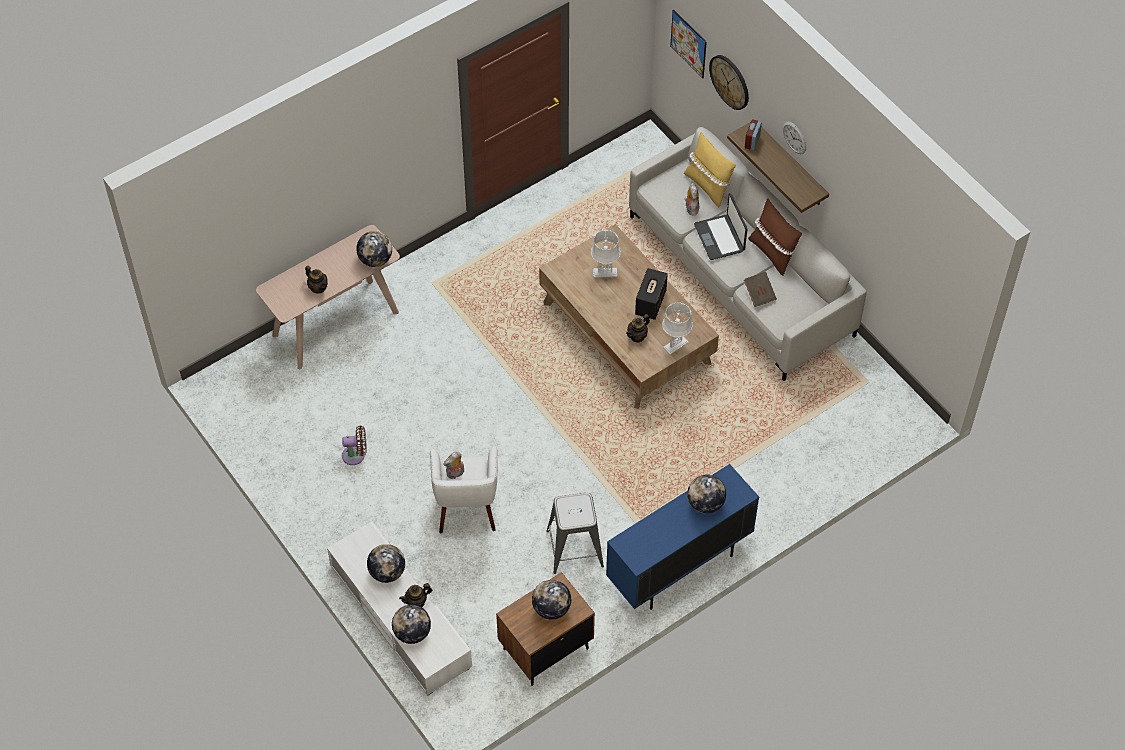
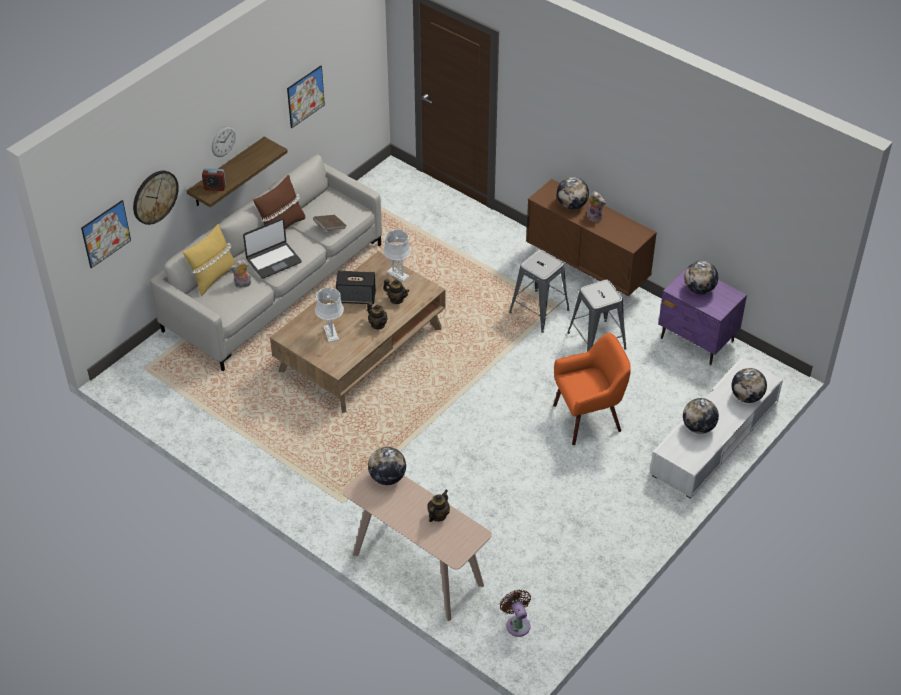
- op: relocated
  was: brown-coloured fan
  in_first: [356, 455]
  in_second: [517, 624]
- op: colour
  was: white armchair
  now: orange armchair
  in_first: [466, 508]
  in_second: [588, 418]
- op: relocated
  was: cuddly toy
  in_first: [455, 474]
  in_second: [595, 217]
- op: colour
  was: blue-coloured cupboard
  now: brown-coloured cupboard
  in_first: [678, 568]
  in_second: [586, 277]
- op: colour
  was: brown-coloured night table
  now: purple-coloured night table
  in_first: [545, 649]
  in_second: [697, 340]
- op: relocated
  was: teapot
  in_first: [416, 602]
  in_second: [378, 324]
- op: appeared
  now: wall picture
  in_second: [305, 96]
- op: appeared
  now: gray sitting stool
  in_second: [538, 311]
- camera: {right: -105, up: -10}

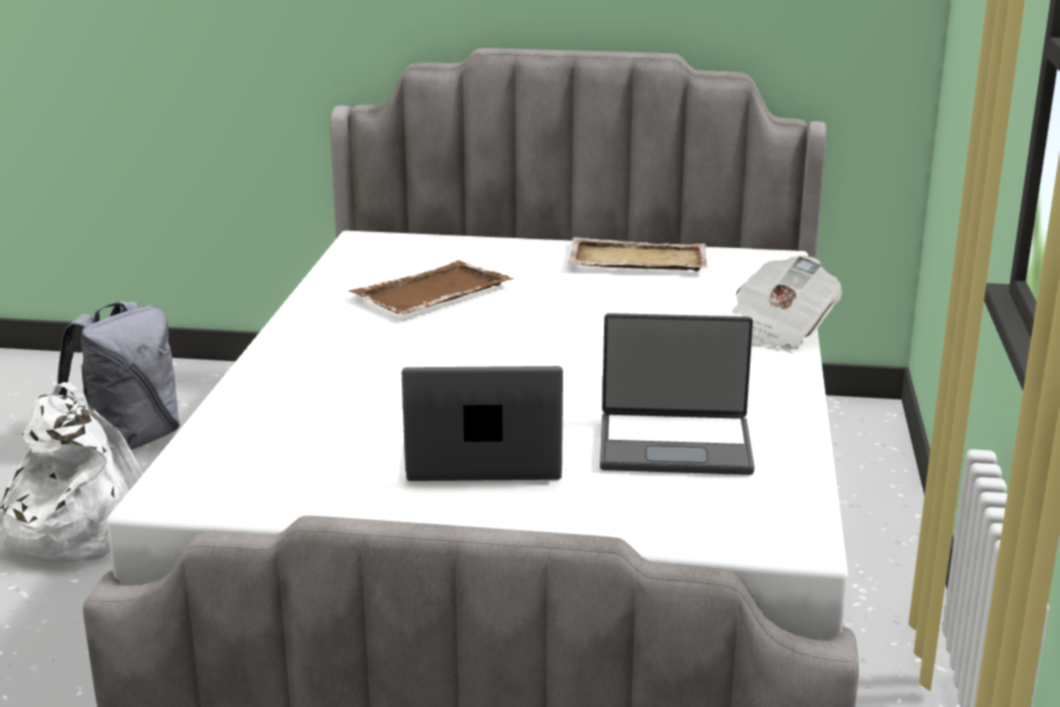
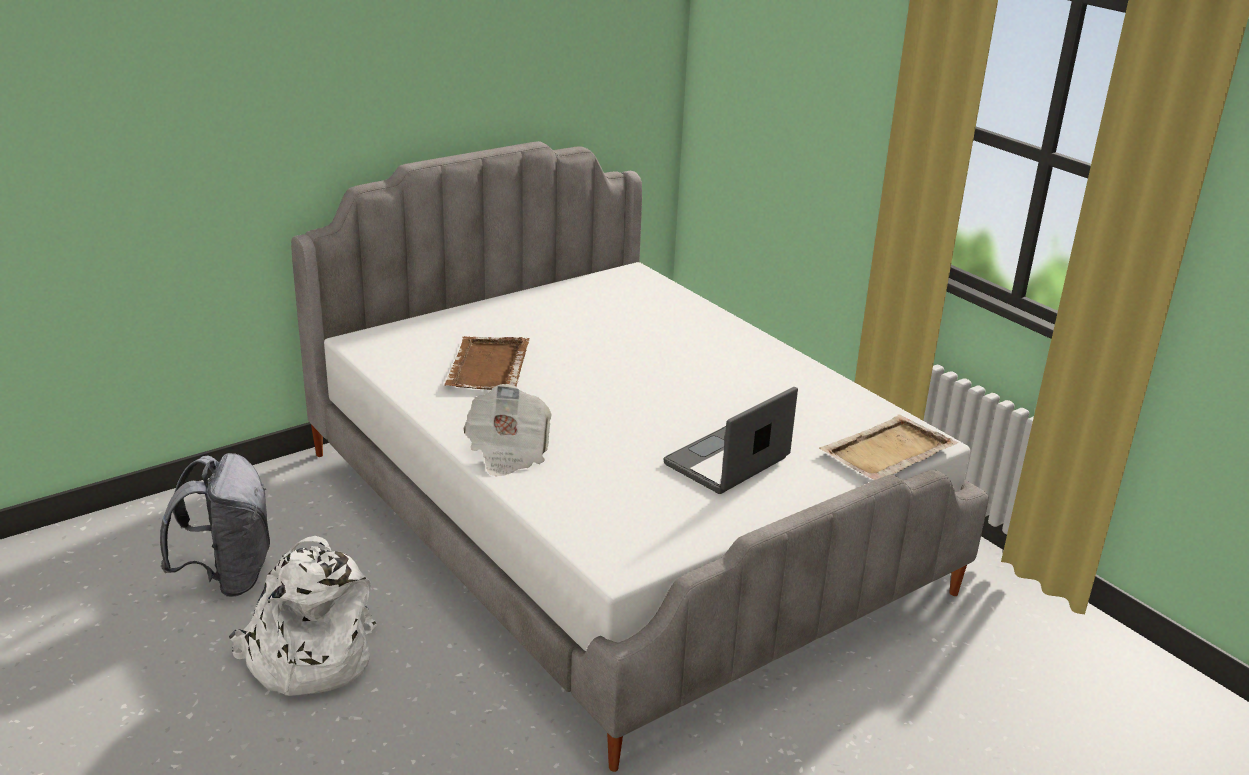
- op: relocated
  was: beige-coloured carrying tray
  in_first: [636, 260]
  in_second: [886, 452]
- op: relocated
  was: printed paper
  in_first: [779, 331]
  in_second: [507, 452]
- op: missing
  was: portable computer
  in_first: [675, 445]
- camera: {right: -45, up: 5}

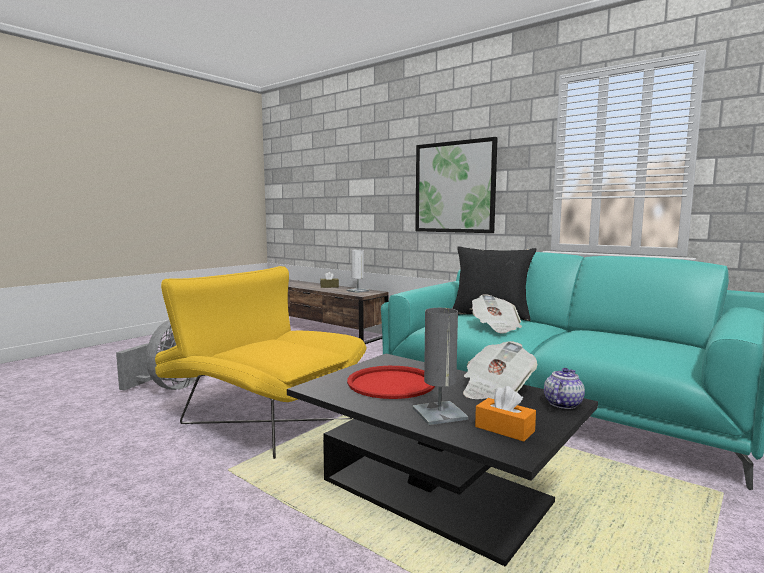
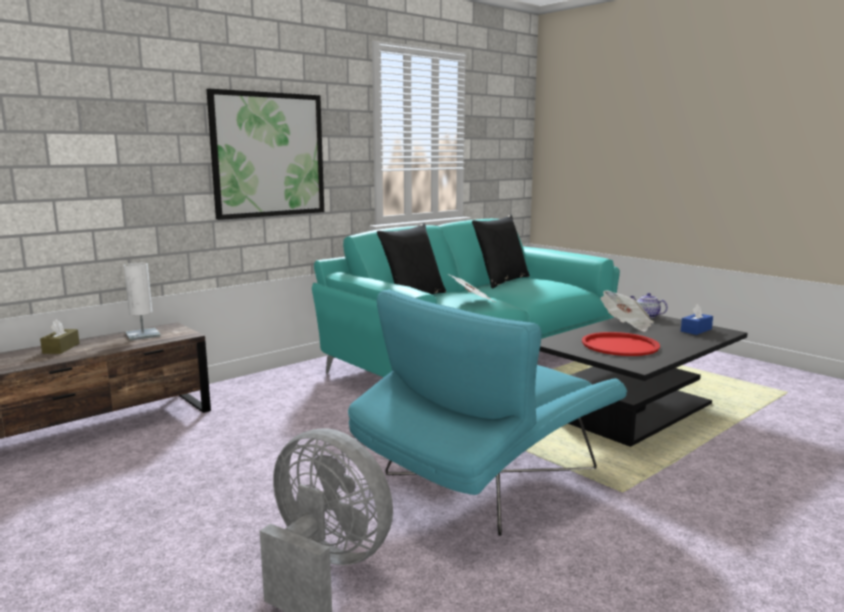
- op: colour
  was: yellowish armchair
  now: turquoise armchair
  in_first: [260, 417]
  in_second: [483, 480]
- op: missing
  was: gray lamp for a table
  in_first: [439, 414]
- op: colour
  was: orange box of tissues
  now: blue-coloured box of tissues
  in_first: [504, 429]
  in_second: [696, 330]
- op: appeared
  now: blackish pillow
  in_second: [501, 281]
- camera: {right: -80, up: 5}

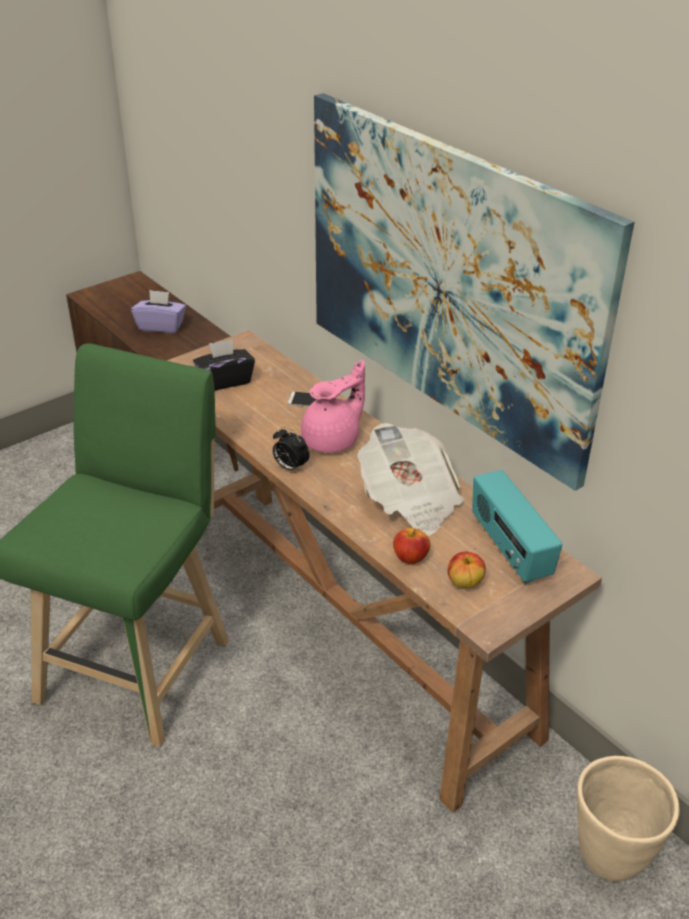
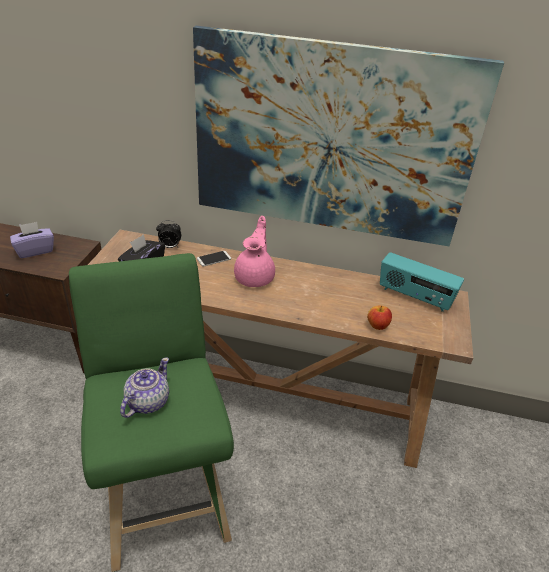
- op: missing
  was: printed paper
  in_first: [409, 501]
- op: relocated
  was: bedside clock
  in_first: [290, 467]
  in_second: [169, 247]
- op: missing
  was: apple
  in_first: [465, 582]
- op: missing
  was: beige-coloured flower pot
  in_first: [610, 855]
- op: appeared
  now: teapot
  in_second: [147, 402]
- camera: {right: -40, up: 0}

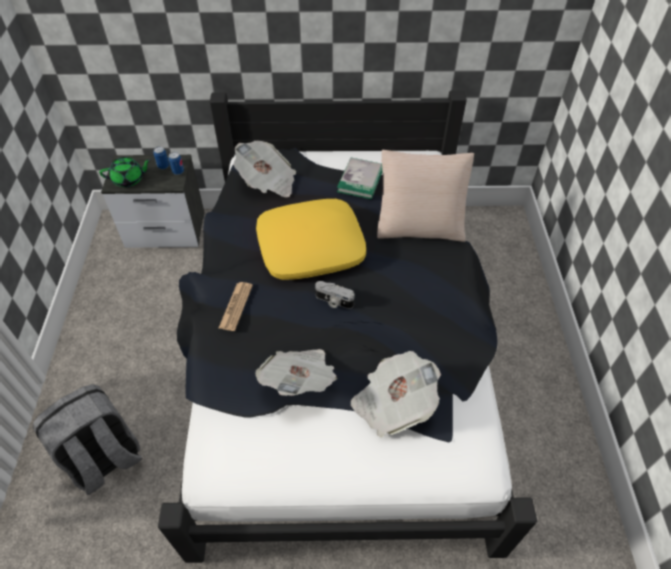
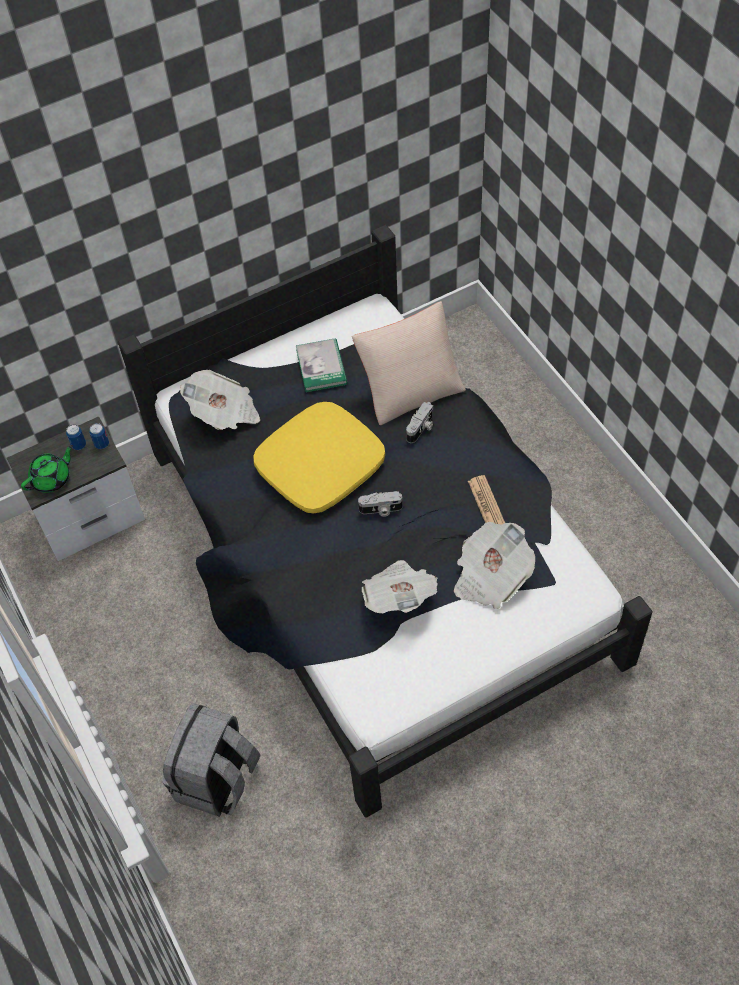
- op: relocated
  was: printed paper
  in_first: [236, 306]
  in_second: [486, 502]
- op: appeared
  now: photo camera
  in_second: [421, 428]
- camera: {right: -25, up: 5}

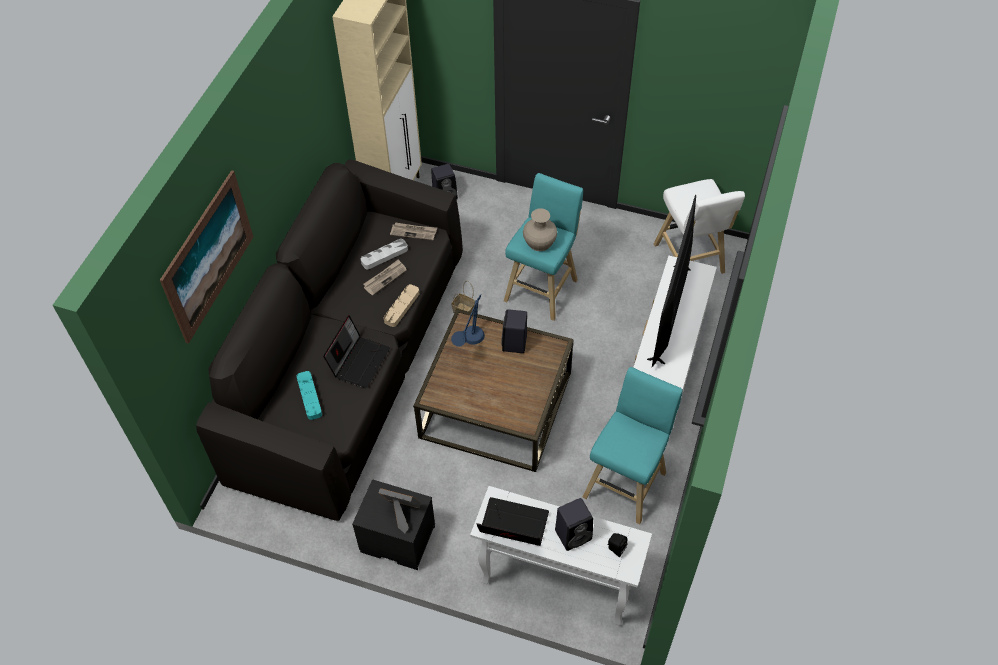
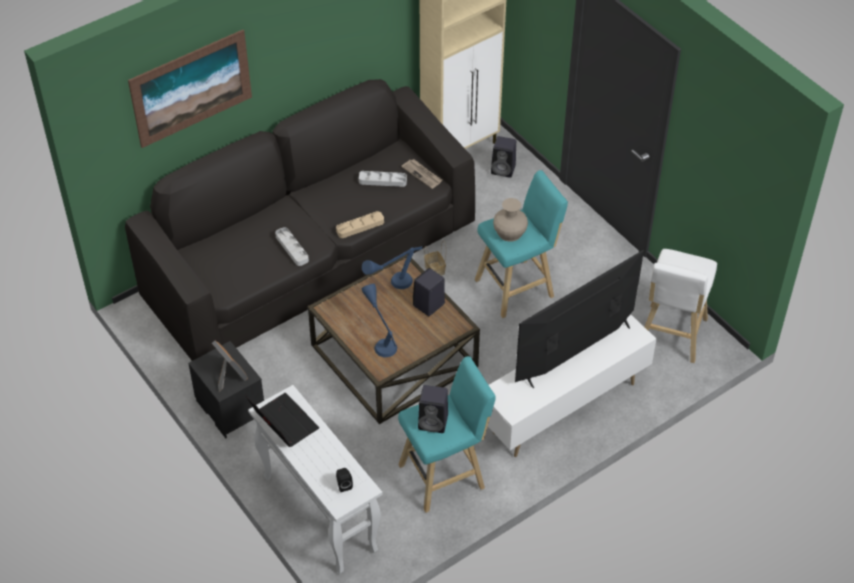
- op: missing
  was: printed paper
  in_first: [385, 278]
- op: exchanged
  was: portable computer
  now: gray carrying tray
  in_first: [359, 361]
  in_second: [292, 248]
- op: missing
  was: turquoise carrying tray
  in_first: [309, 397]
- op: relocated
  was: blackish loudspeaker
  in_first: [574, 534]
  in_second: [434, 422]
- op: appeared
  now: blue-coloured lamp for a table
  in_second: [381, 339]
- camera: {right: 35, up: -5}

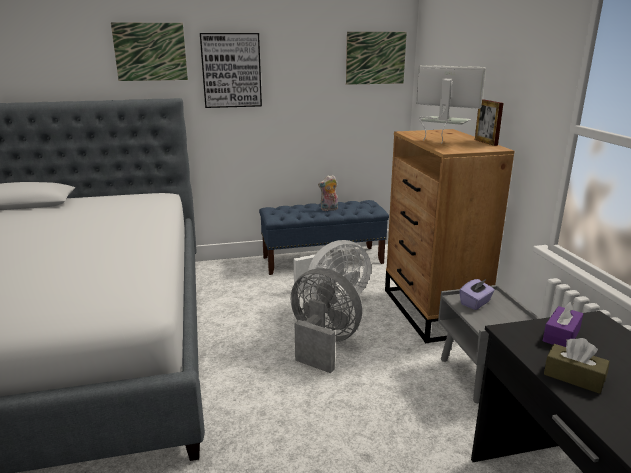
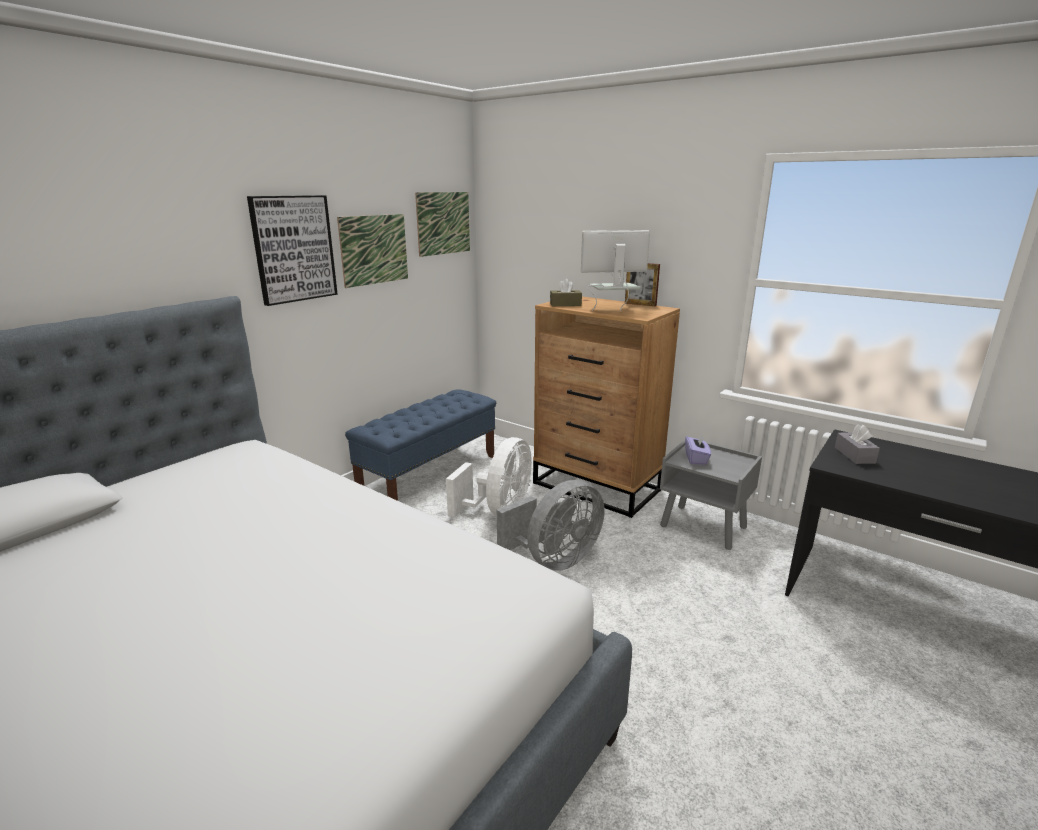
- op: relocated
  was: wall picture
  in_first: [150, 52]
  in_second: [374, 249]
- op: missing
  was: cuddly toy
  in_first: [329, 209]
- op: spun
  was: gray fan
  in_first: [322, 344]
  in_second: [555, 560]
  clockwise: 150
- op: colour
  was: purple-coloured box of tissues
  now: gray box of tissues
  in_first: [561, 335]
  in_second: [854, 455]
- op: relocated
  was: brown-coloured box of tissues
  in_first: [574, 377]
  in_second: [565, 304]
- camera: {right: -40, up: 0}

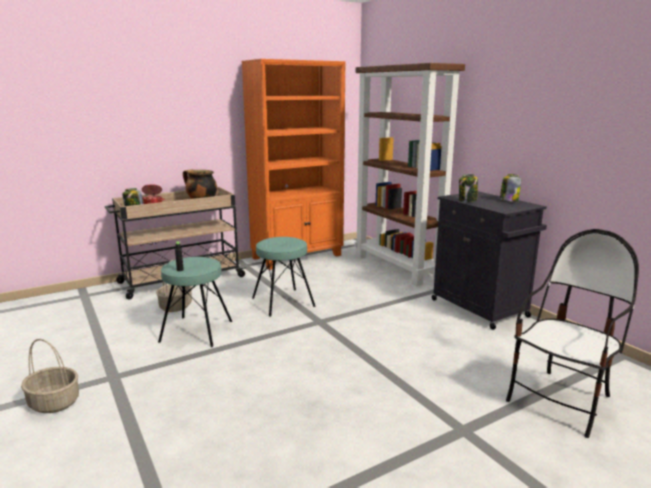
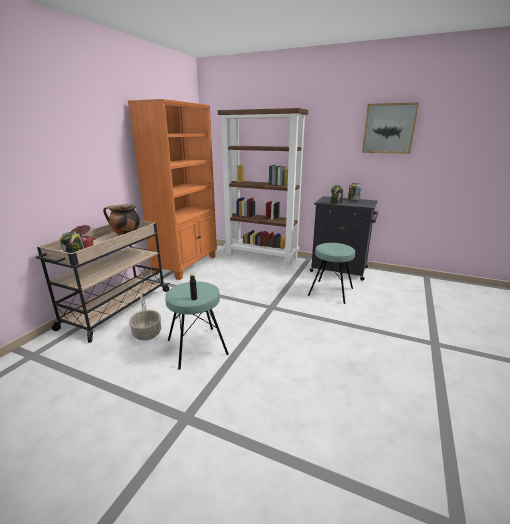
- op: missing
  was: chair
  in_first: [561, 401]
- op: relocated
  was: turquoise sitting stool
  in_first: [283, 302]
  in_second: [331, 292]
- op: missing
  was: basket
  in_first: [53, 403]
- op: appeared
  now: wall picture
  in_second: [389, 128]
- camera: {right: -35, up: 5}

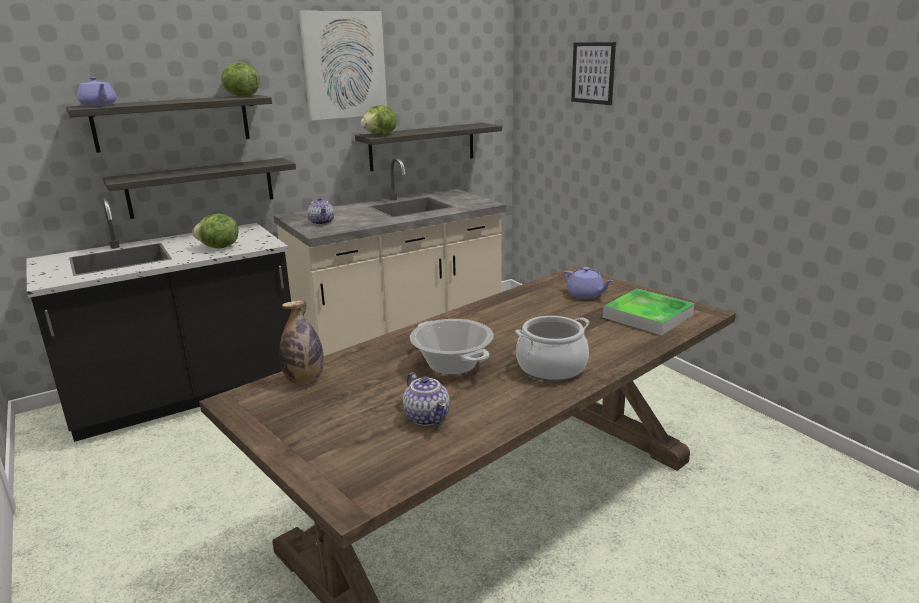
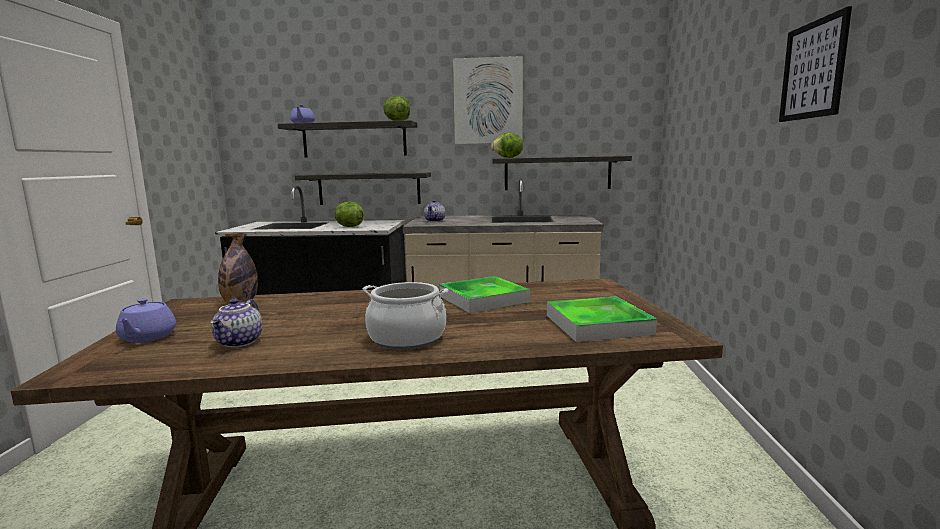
- op: relocated
  was: wall picture
  in_first: [593, 73]
  in_second: [813, 70]
- op: relocated
  was: purple-coloured teapot
  in_first: [586, 295]
  in_second: [147, 337]
- op: missing
  was: cooking pot
  in_first: [452, 364]
- op: appeared
  now: carrying tray
  in_second: [483, 299]
- camera: {right: 35, up: -10}

